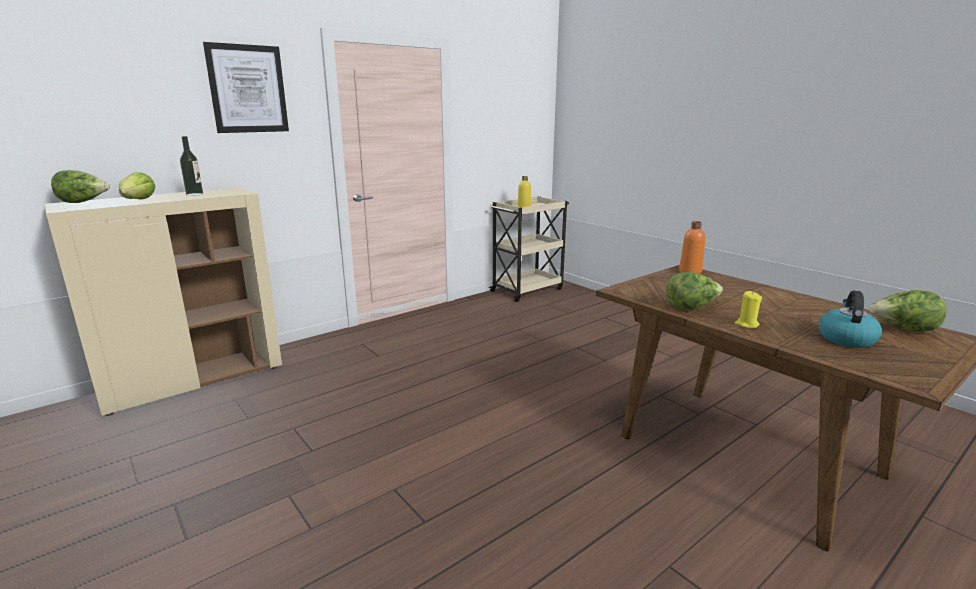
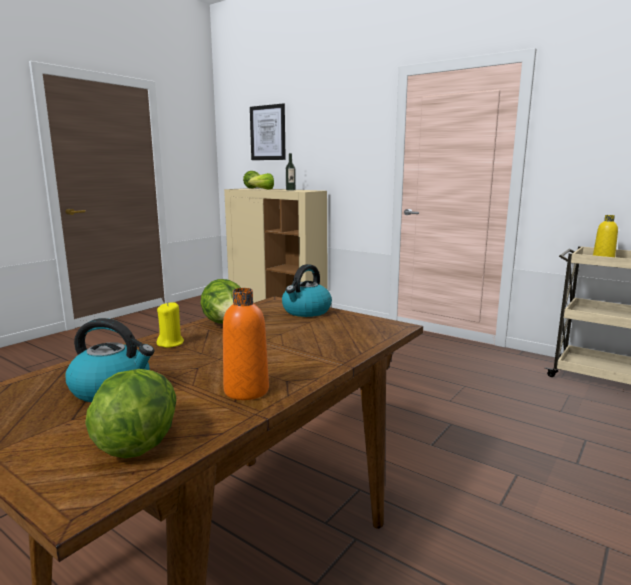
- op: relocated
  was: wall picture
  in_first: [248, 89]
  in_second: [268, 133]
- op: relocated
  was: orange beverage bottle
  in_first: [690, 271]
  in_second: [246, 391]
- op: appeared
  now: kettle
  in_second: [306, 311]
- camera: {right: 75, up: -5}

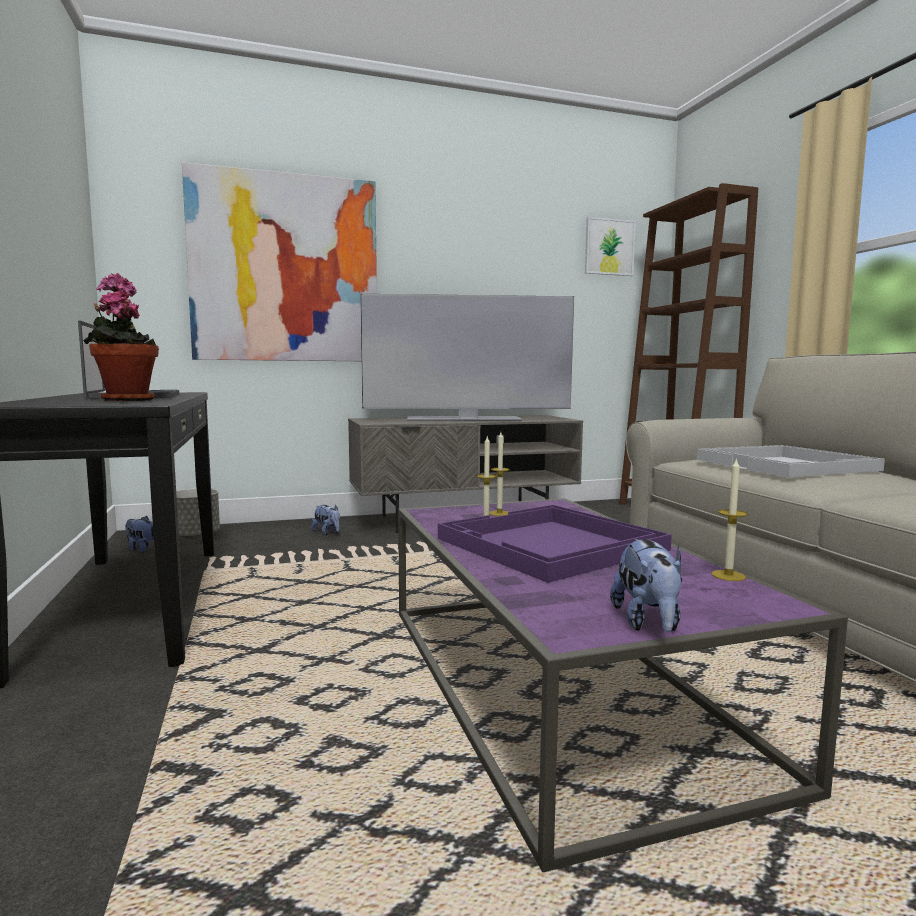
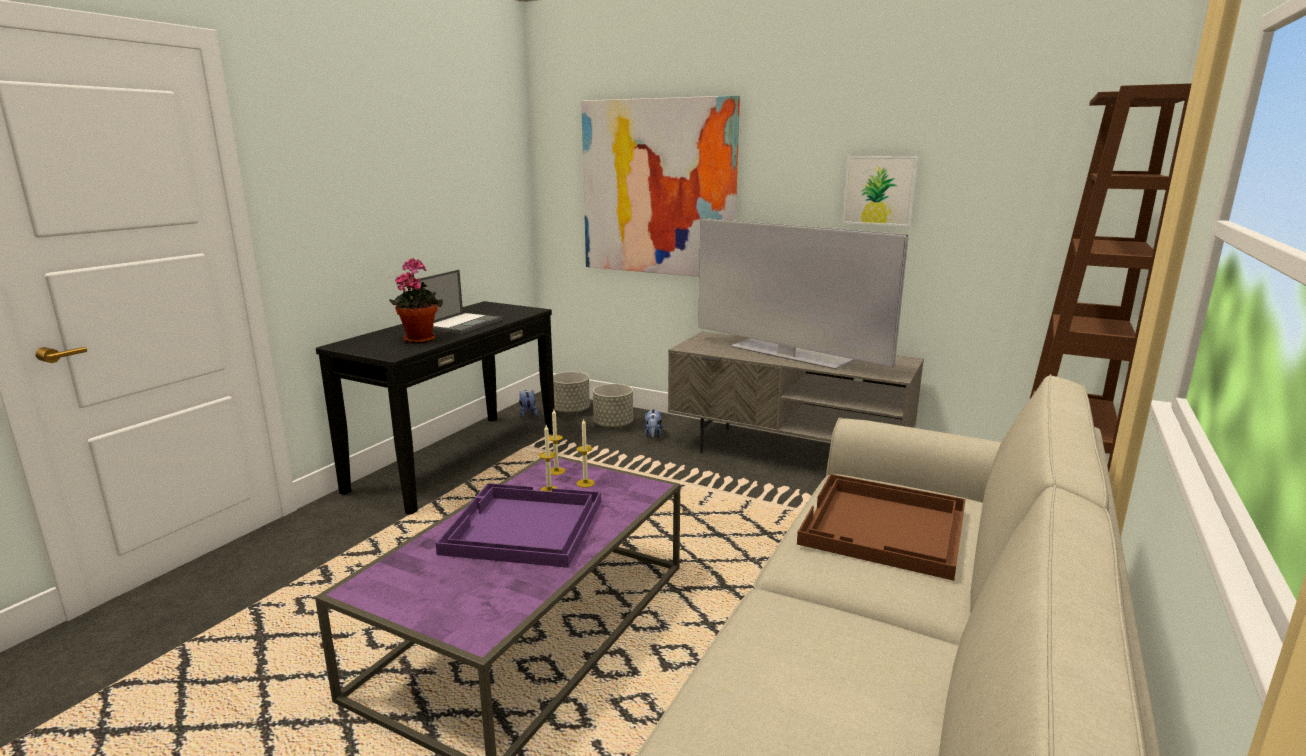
- op: relocated
  was: wall picture
  in_first: [609, 247]
  in_second: [879, 190]
- op: colour
  was: white carrying tray
  now: brown-coloured carrying tray
  in_first: [786, 465]
  in_second: [885, 528]
- op: relocated
  was: wax light
  in_first: [728, 575]
  in_second: [556, 471]
- op: missing
  was: cuddly toy
  in_first: [648, 623]
- op: appeared
  now: gray flower pot
  in_second: [613, 425]
- camera: {right: 45, up: 10}

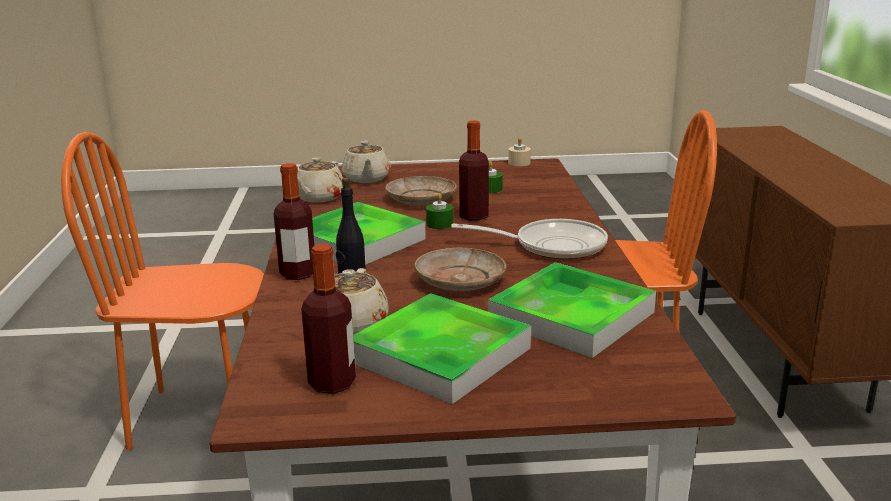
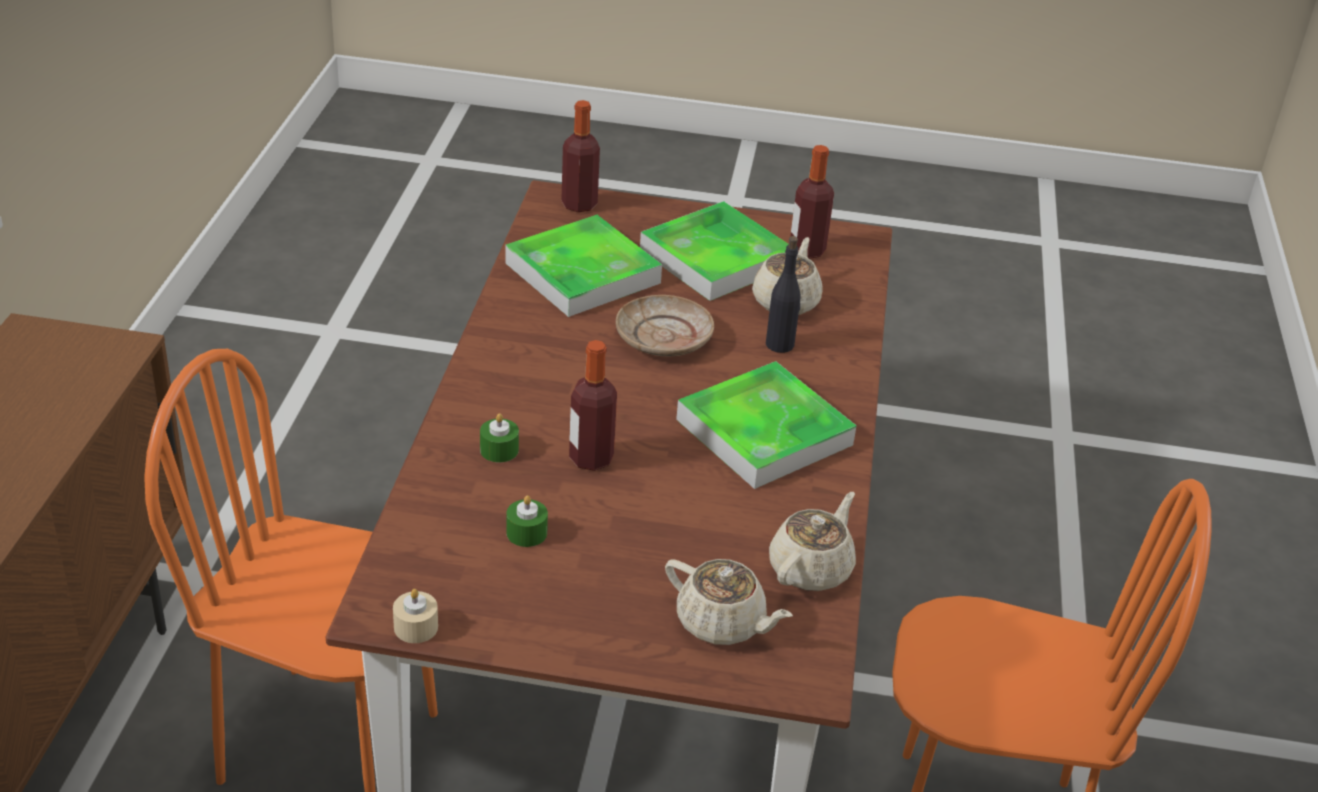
- op: spun
  was: beige-coloured teapot
  in_first: [366, 179]
  in_second: [722, 623]
  clockwise: 120
- op: relocated
  was: beverage bottle
  in_first: [298, 274]
  in_second: [579, 204]
- op: missing
  was: beige-coloured flat dish
  in_first: [421, 199]
- op: relocated
  was: green-coloured wax light
  in_first: [440, 224]
  in_second: [499, 450]
- op: missing
  was: skillet
  in_first: [552, 246]
- camera: {right: -170, up: 15}

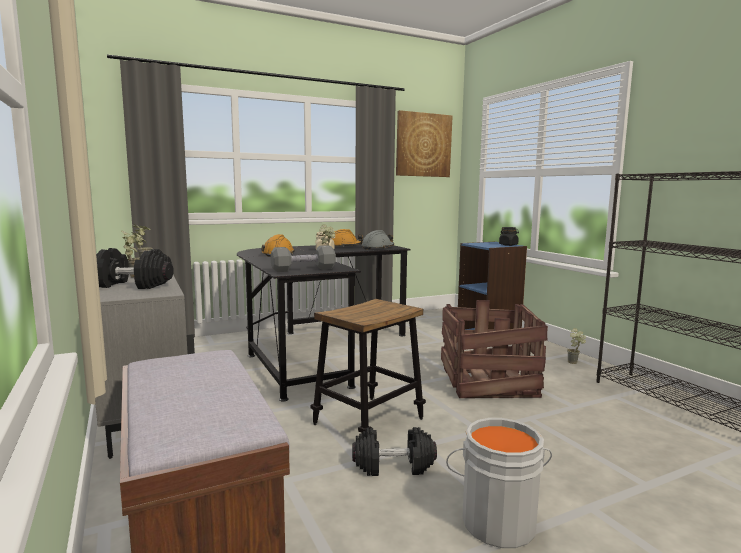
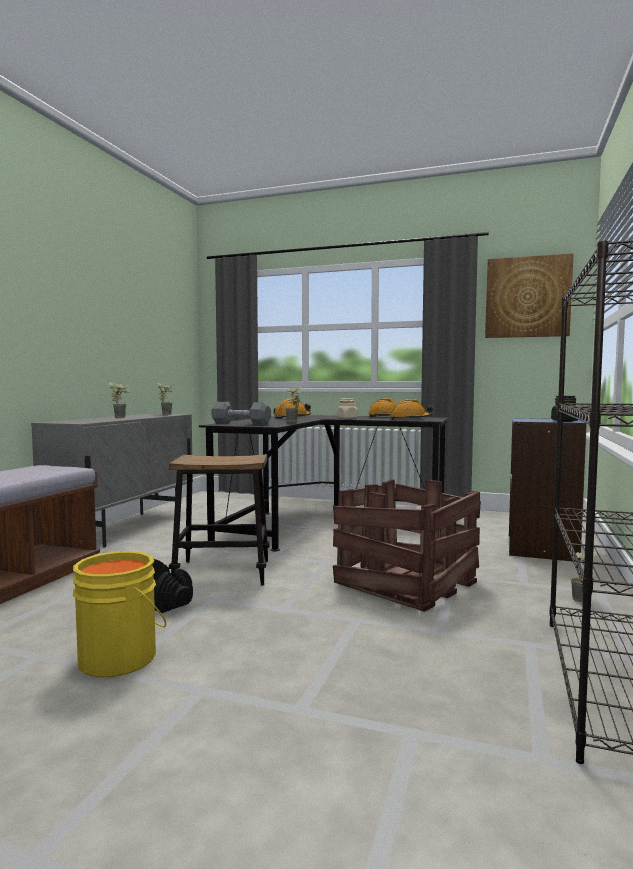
- op: colour
  was: gray work helmet
  now: orange work helmet
  in_first: [377, 248]
  in_second: [410, 419]
- op: missing
  was: blackish dumbbell
  in_first: [131, 285]
- op: colour
  was: gray pail
  now: yellowish pail
  in_first: [497, 521]
  in_second: [121, 657]
- camera: {right: 45, up: -5}

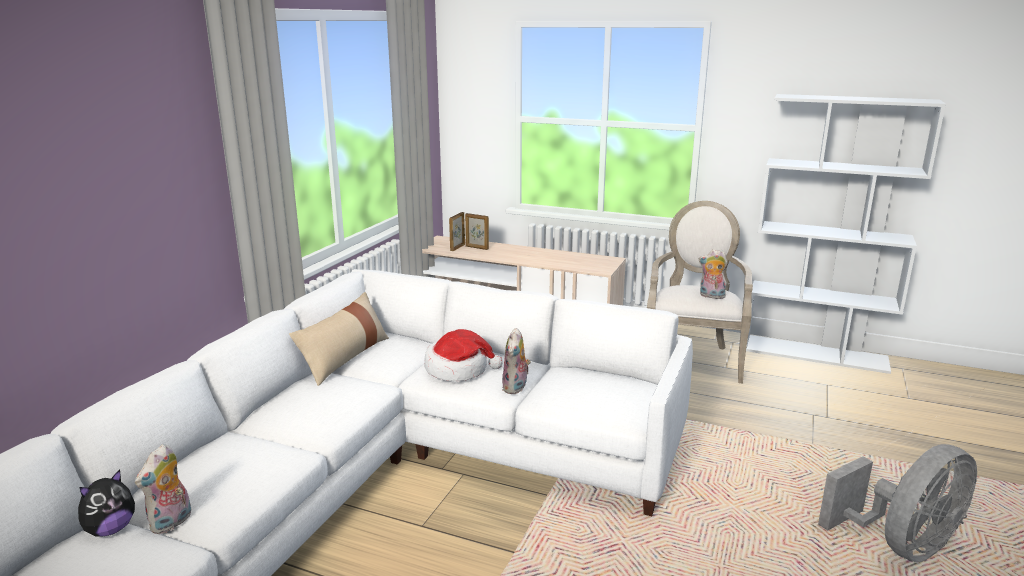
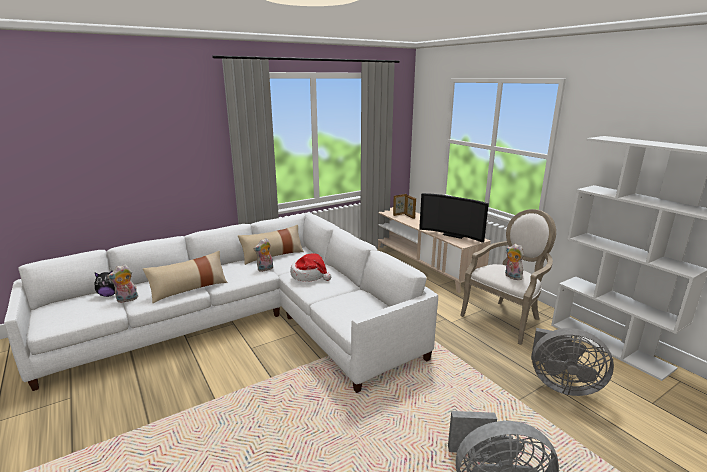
- op: relocated
  was: cuddly toy
  in_first: [516, 388]
  in_second: [265, 269]
- op: appeared
  now: TV set
  in_second: [453, 235]
- op: appeared
  now: beige-coloured pillow
  in_second: [189, 289]
- op: appeared
  now: gray fan
  in_second: [561, 385]
- camera: {right: 35, up: 0}

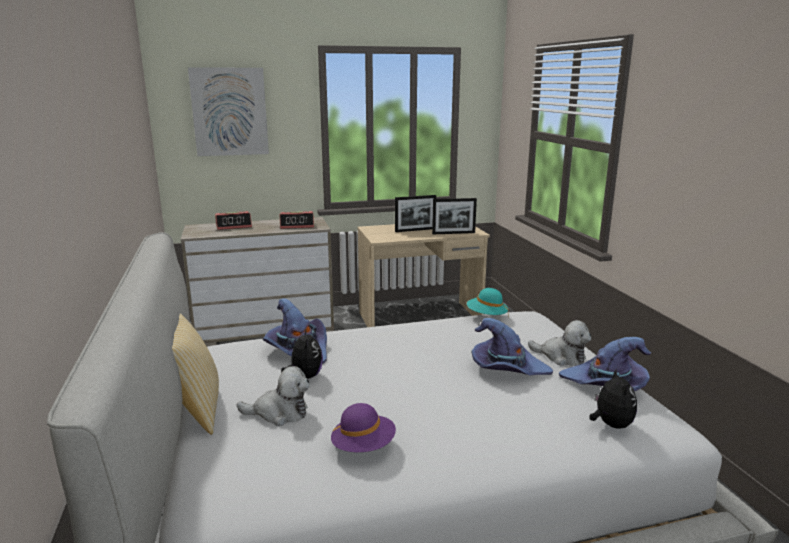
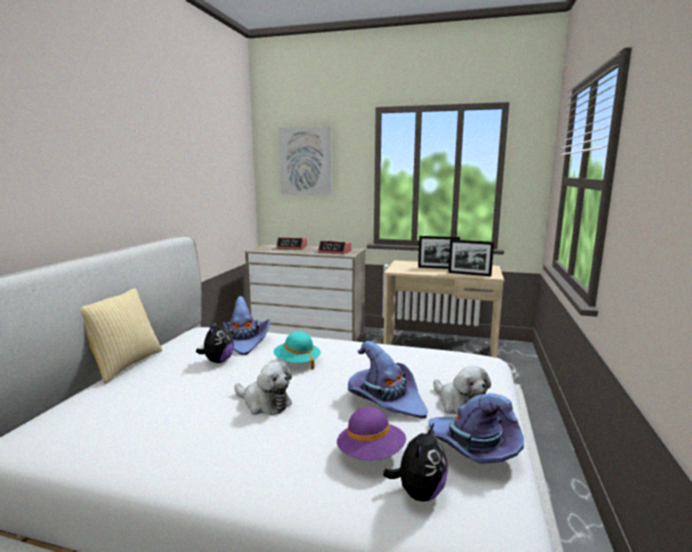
- op: relocated
  was: turquoise hat
  in_first: [486, 316]
  in_second: [297, 362]
- op: relocated
  was: cuddly toy
  in_first: [279, 413]
  in_second: [264, 403]
- op: relocated
  was: purple-coloured hat
  in_first: [363, 446]
  in_second: [371, 454]
- camera: {right: 30, up: -5}

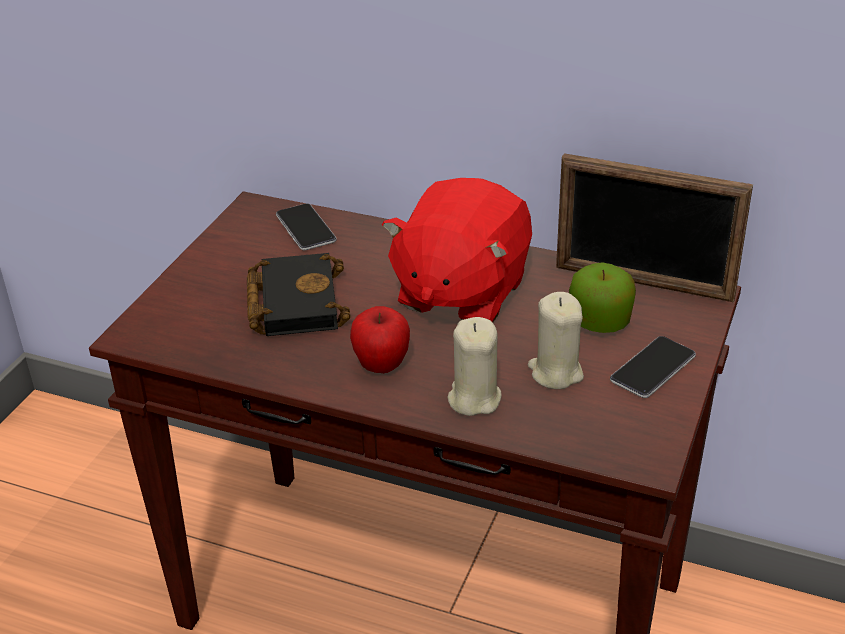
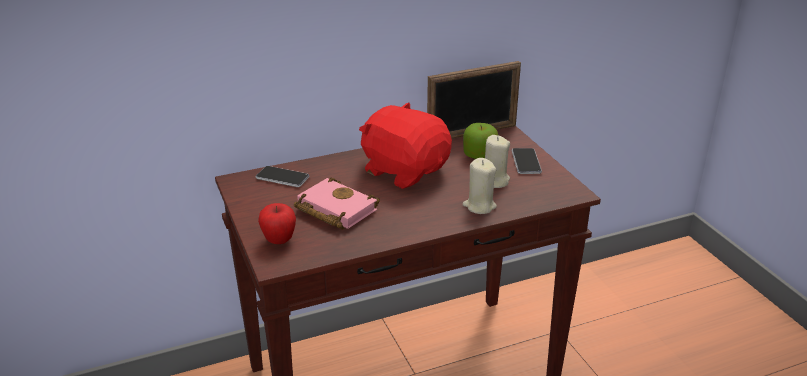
- op: spun
  was: red-coloured cuddly toy
  in_first: [460, 293]
  in_second: [405, 170]
  clockwise: 150
- op: colour
  was: blackish volume
  now: pink volume
  in_first: [293, 301]
  in_second: [333, 209]
- op: relocated
  was: apple
  in_first: [381, 366]
  in_second: [279, 240]
- camera: {right: -45, up: -5}

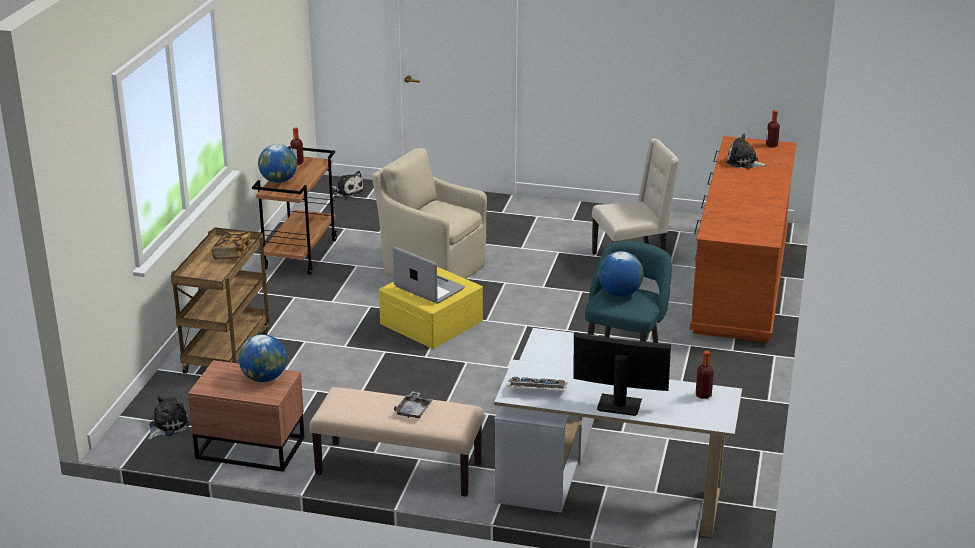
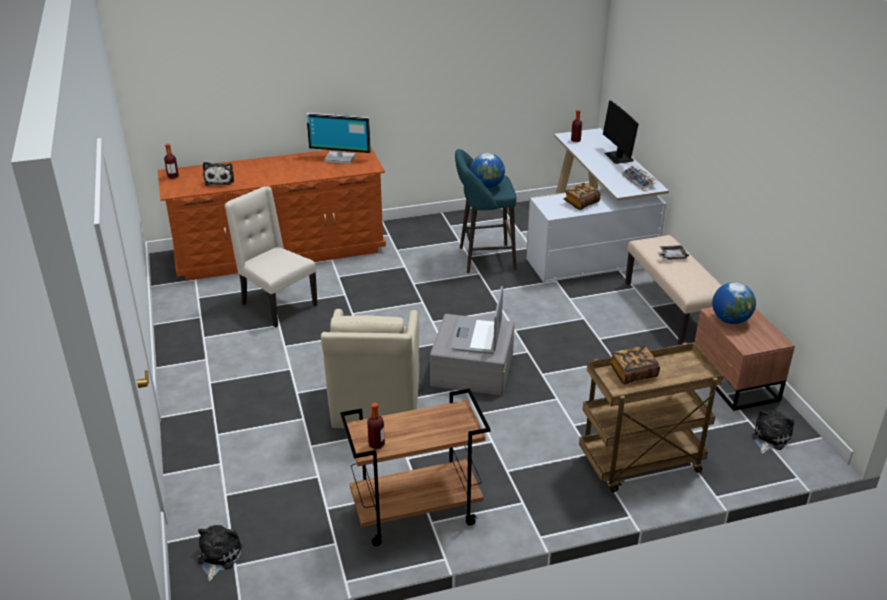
- op: missing
  was: desk globe
  in_first: [279, 181]
- op: colour
  was: yellowish storage bin
  now: gray storage bin
  in_first: [431, 321]
  in_second: [472, 369]
- op: spun
  was: cuddly toy
  in_first: [167, 426]
  in_second: [769, 438]
  clockwise: 120
- op: appeared
  now: computer screen
  in_second: [340, 157]
- op: appeared
  now: volume
  in_second: [581, 203]
- camera: {right: -120, up: 5}

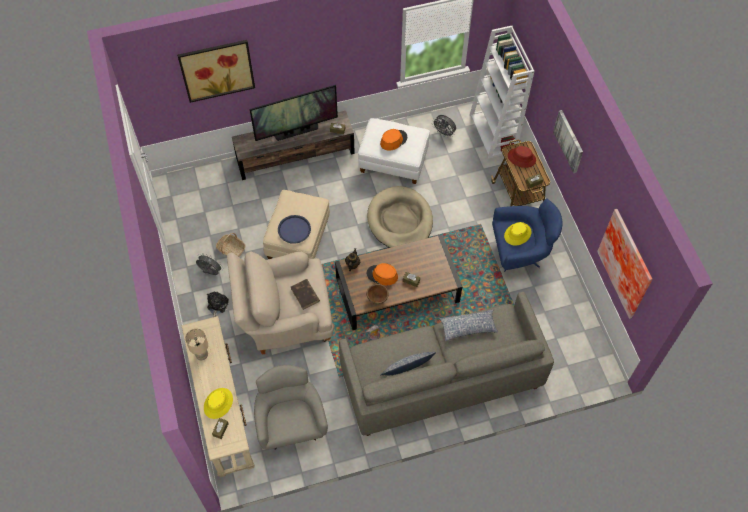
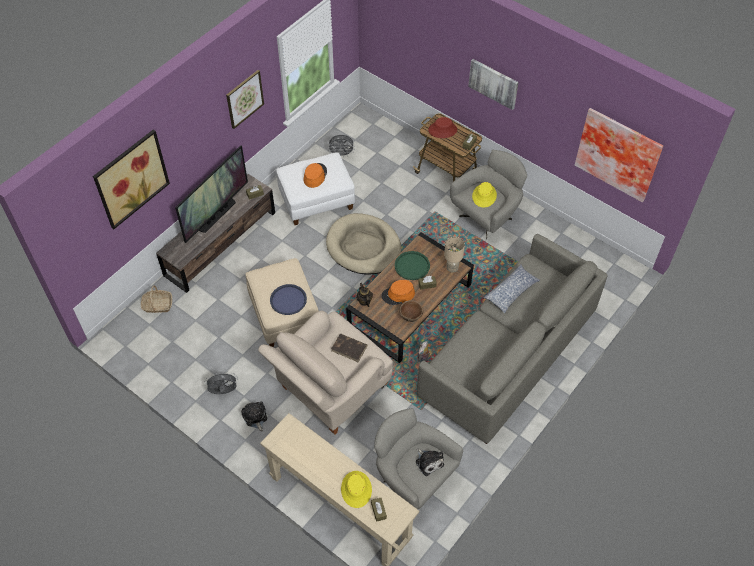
- op: missing
  was: white bookcase
  in_first: [493, 133]
- op: colour
  was: blue-coloured armchair
  now: gray armchair
  in_first: [520, 253]
  in_second: [487, 217]
- op: relocated
  was: basket
  in_first: [231, 249]
  in_second: [157, 305]
- op: relocated
  was: beige-coloured lamp for a table
  in_first: [201, 355]
  in_second: [452, 268]
- op: missing
  was: pillow
  in_first: [407, 368]
- op: appeared
  now: wall picture
  in_second: [244, 99]
- op: appeared
  now: green-coloured carrying tray
  in_second: [412, 266]
- op: appeared
  now: cuddly toy
  in_second: [428, 462]
- camera: {right: -35, up: -5}

